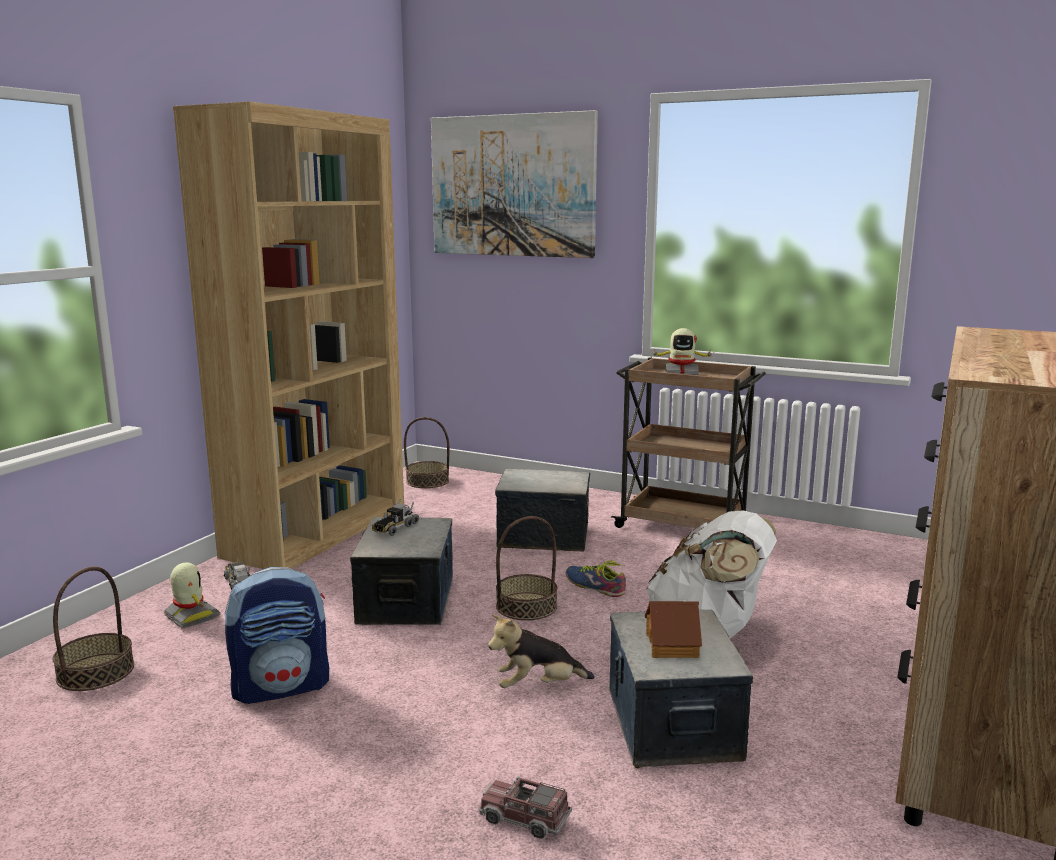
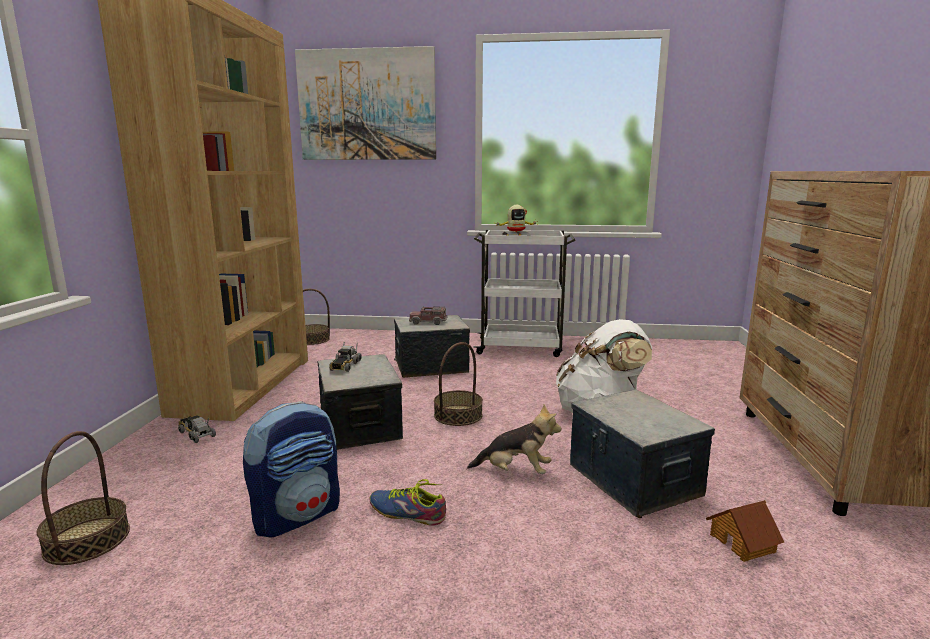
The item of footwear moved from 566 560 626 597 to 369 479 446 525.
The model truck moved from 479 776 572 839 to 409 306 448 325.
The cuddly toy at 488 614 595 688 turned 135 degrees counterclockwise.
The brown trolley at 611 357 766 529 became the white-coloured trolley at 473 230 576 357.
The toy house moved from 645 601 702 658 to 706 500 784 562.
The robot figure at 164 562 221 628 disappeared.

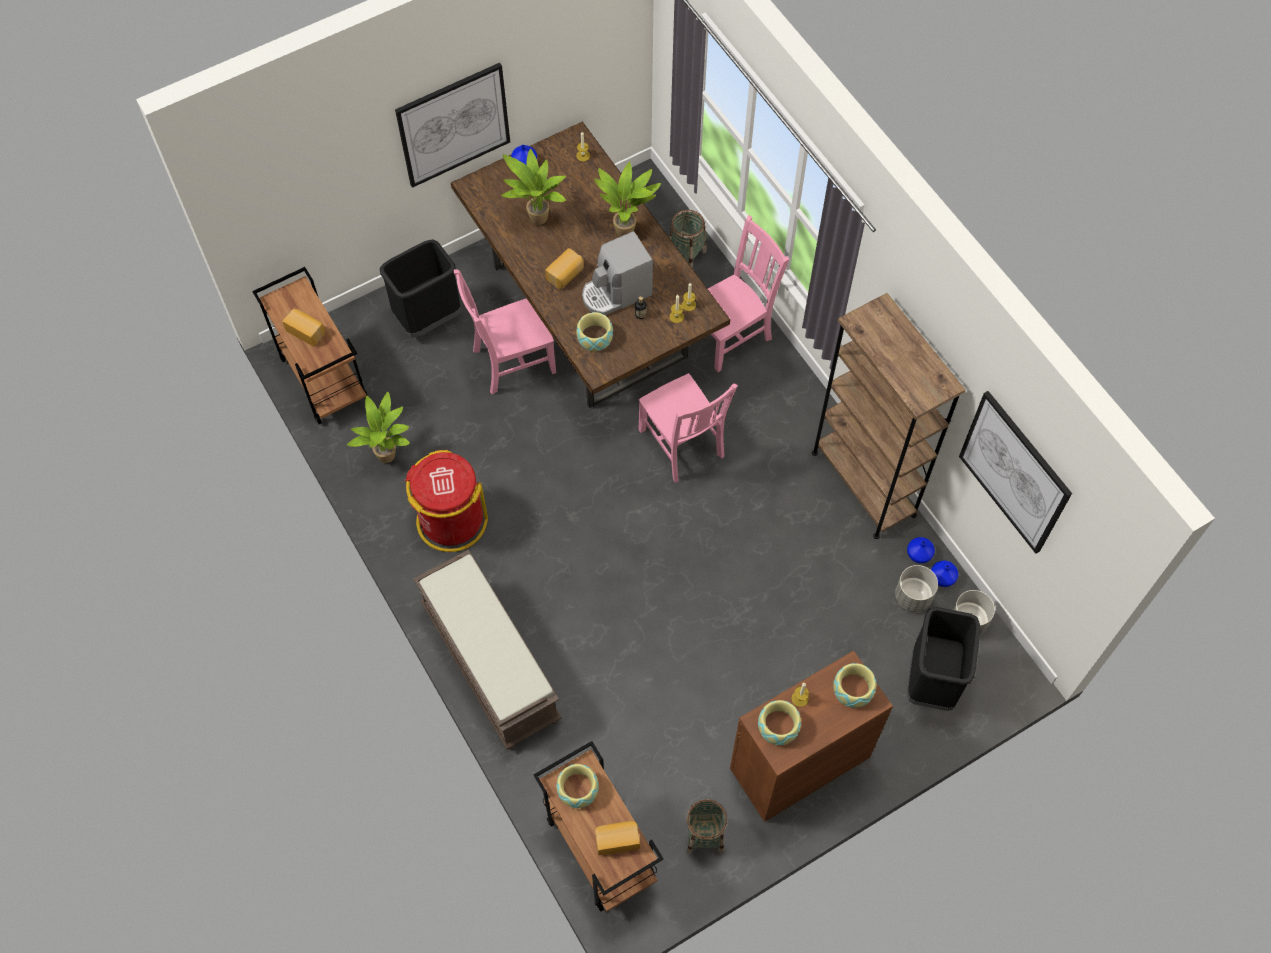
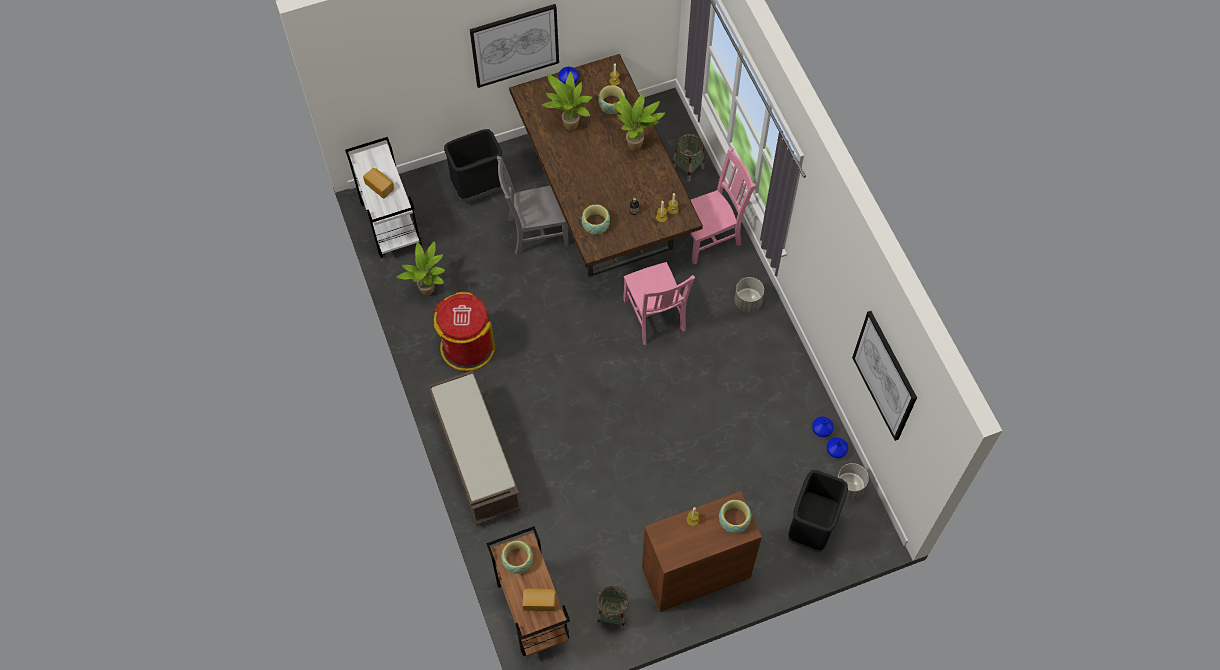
The brown trolley at 252 267 368 424 became the white-coloured trolley at 345 137 422 258.
The pinkish upright chair at 454 269 556 395 became the grey upright chair at 497 156 569 255.
The deep dish moved from 758 700 801 745 to 598 85 625 114.
The grey flower pot moved from 895 565 938 612 to 734 277 764 312.
The bread at 545 248 584 289 disappeared.
The coffee maker at 582 231 653 315 disappeared.
The brown shelving unit at 812 293 966 539 disappeared.

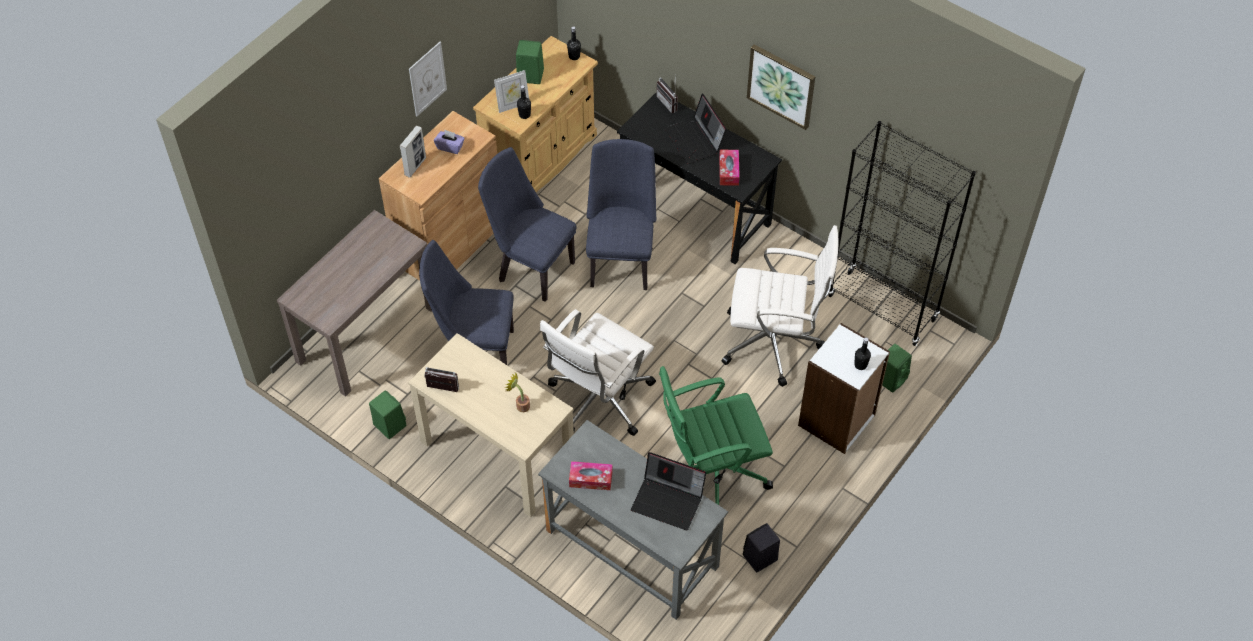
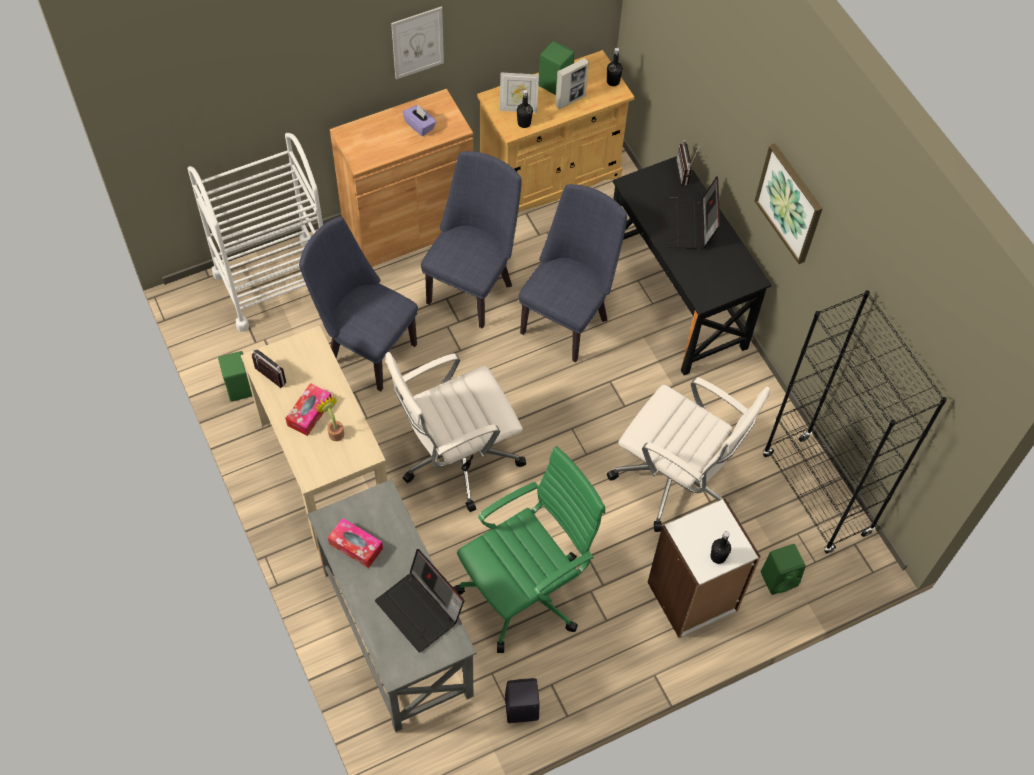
The brown narrow table at 277 210 432 397 was replaced by the white-coloured trolley at 188 133 323 332.
The tissue box moved from 719 150 740 186 to 285 383 332 436.
The blue-coloured upright chair at 478 147 577 302 turned 60 degrees clockwise.
The greenish office chair at 659 366 773 505 turned 135 degrees clockwise.
The picture frame moved from 400 125 426 178 to 555 58 589 109.

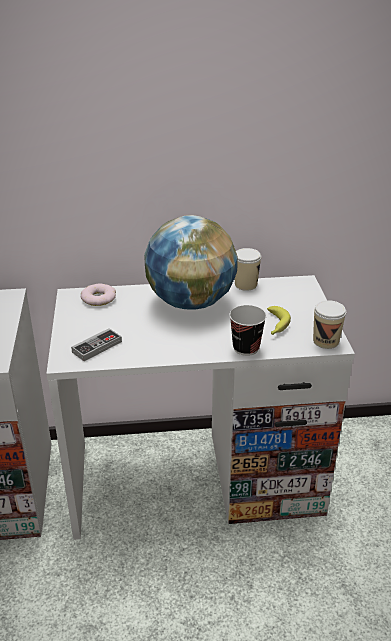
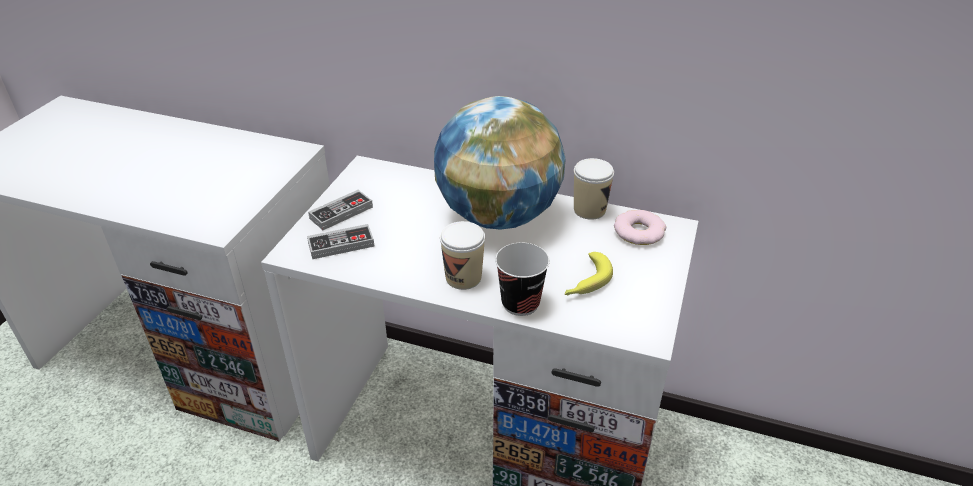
The joypad at 308 190 373 230 appeared.
The cup moved from 313 300 346 349 to 440 221 485 290.
The doughnut moved from 81 284 116 306 to 614 210 666 245.

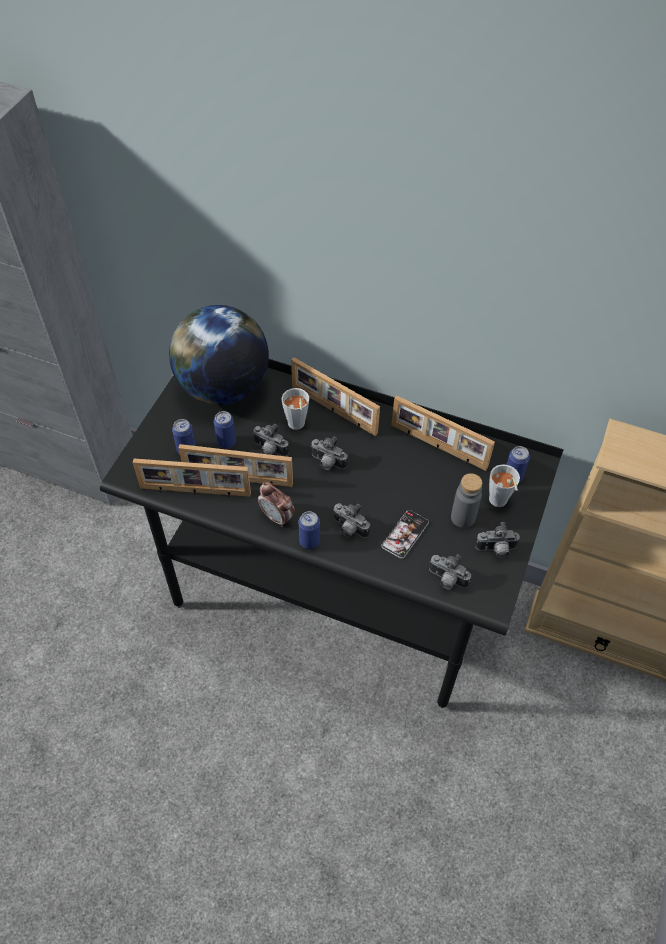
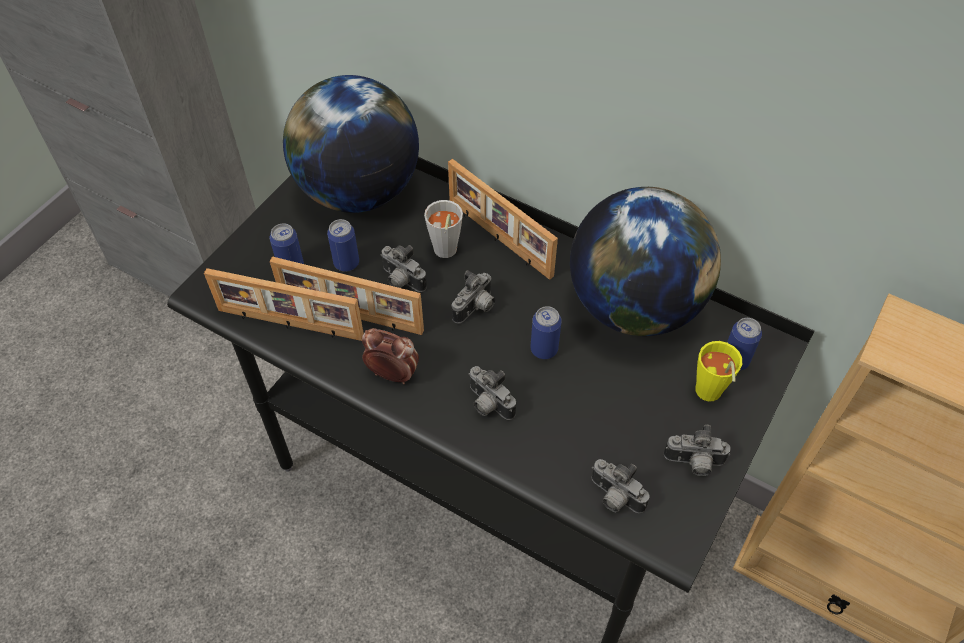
The bedside clock at 258 482 295 527 turned 150 degrees clockwise.
The photo camera at 310 437 348 470 turned 90 degrees counterclockwise.
The can moved from 299 511 320 549 to 530 306 562 359.
The picture frame at 391 395 495 471 was replaced by the desk globe at 570 187 721 336.
The grey cup at 489 464 520 507 became the yellowish cup at 695 341 742 401.
The handset at 381 510 429 559 disappeared.
The grey drink bottle at 451 473 482 528 disappeared.

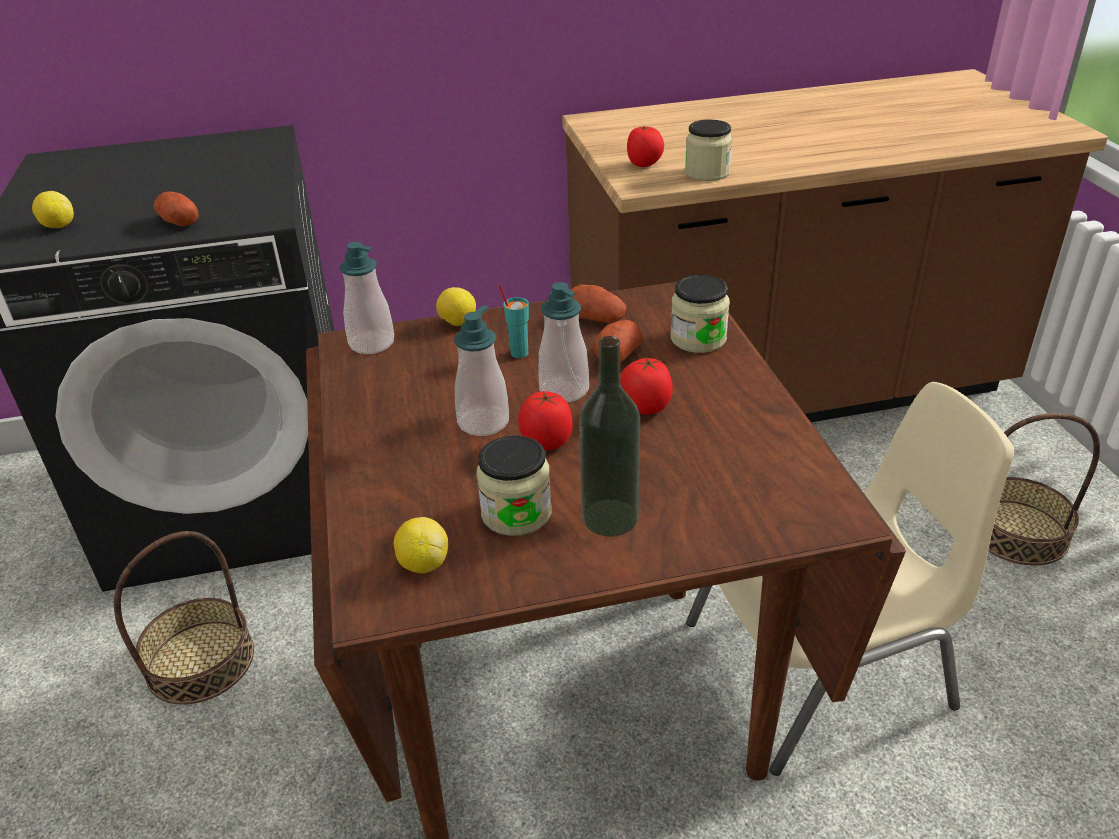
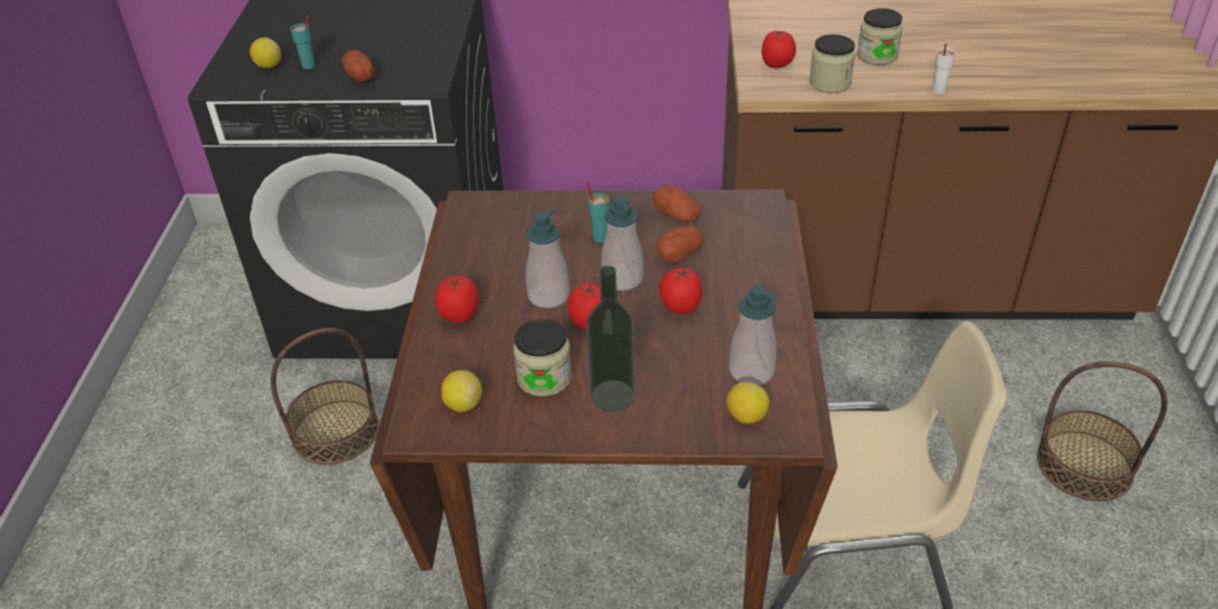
The turquoise-coloured cup at 290 14 315 69 appeared.
The tomato at 435 276 479 323 appeared.
The lemon moved from 436 287 476 326 to 726 382 769 424.
The soap dispenser moved from 340 242 394 354 to 729 285 777 385.
The storage jar moved from 670 275 730 353 to 857 8 903 65.
The white-coloured cup at 932 44 956 94 appeared.

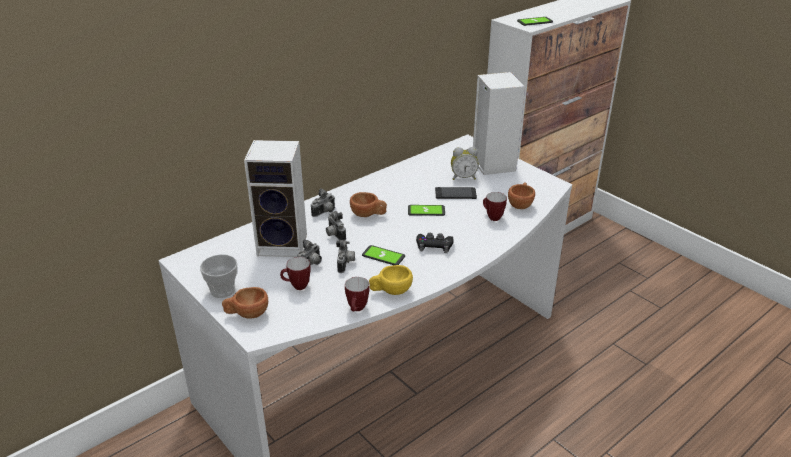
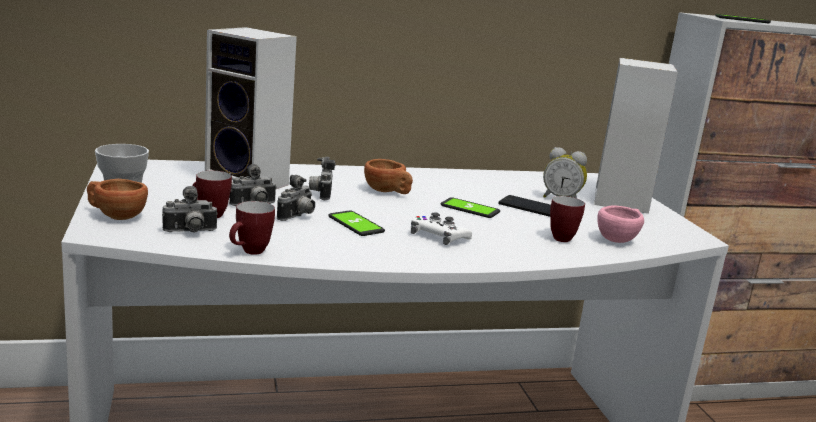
The photo camera moved from 311 188 335 217 to 162 186 218 233.
The black joypad at 416 233 454 253 became the white-coloured joypad at 411 212 472 245.
The brown cup at 508 182 535 209 became the pinkish cup at 597 205 644 243.
The yellowish cup at 369 265 413 295 disappeared.

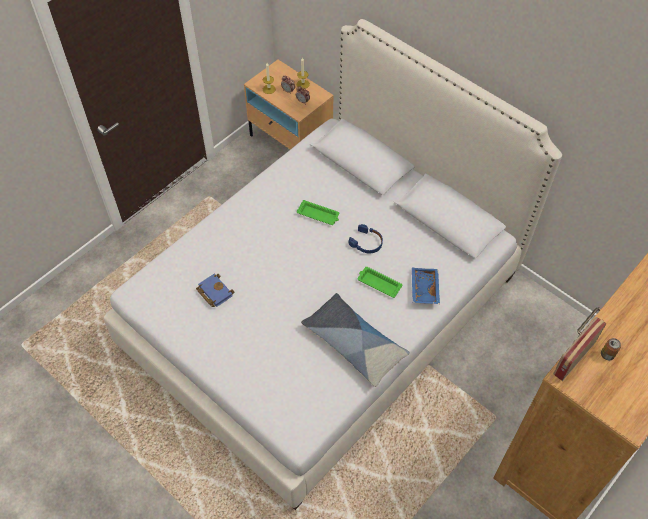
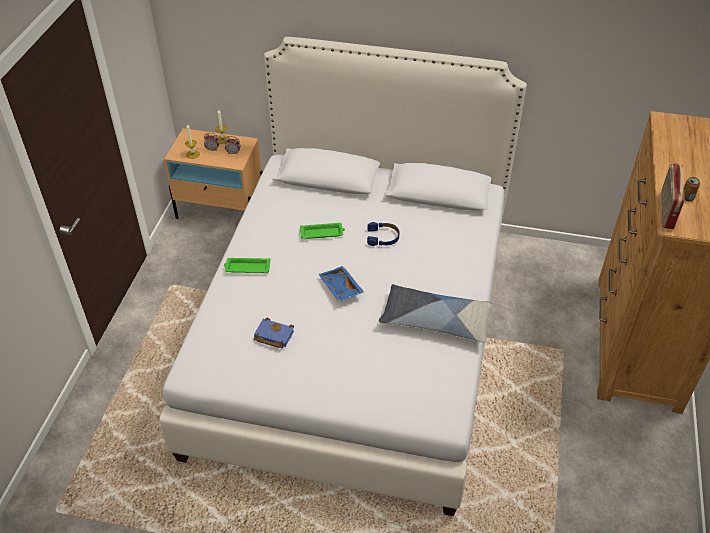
The greenish serving tray moved from 357 267 403 298 to 224 258 271 273.
The blue-coloured serving tray moved from 412 268 440 304 to 318 266 364 301.

